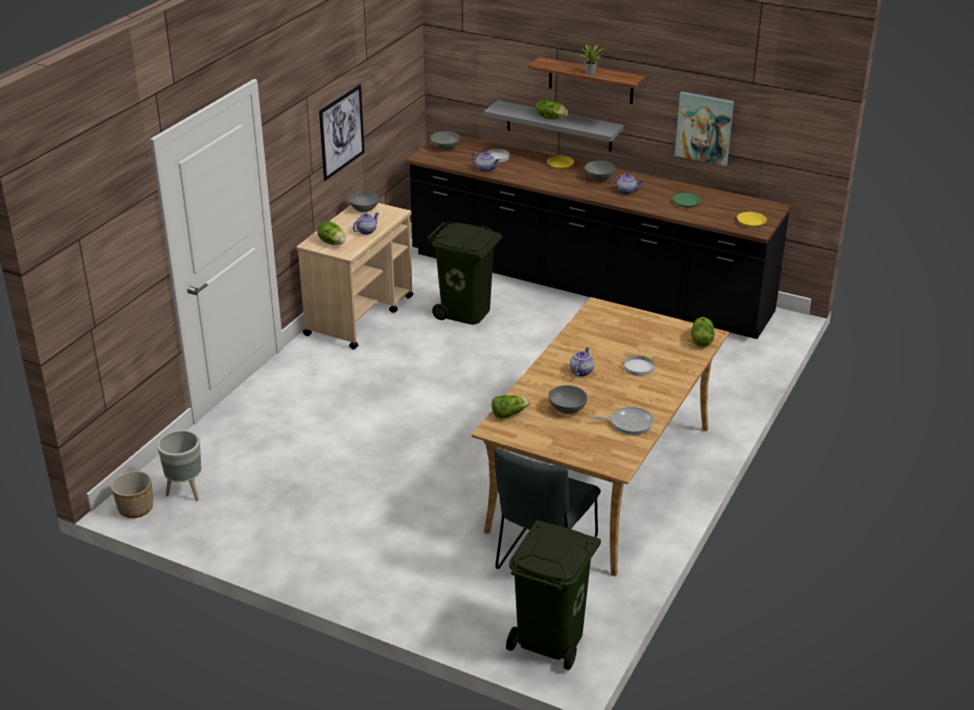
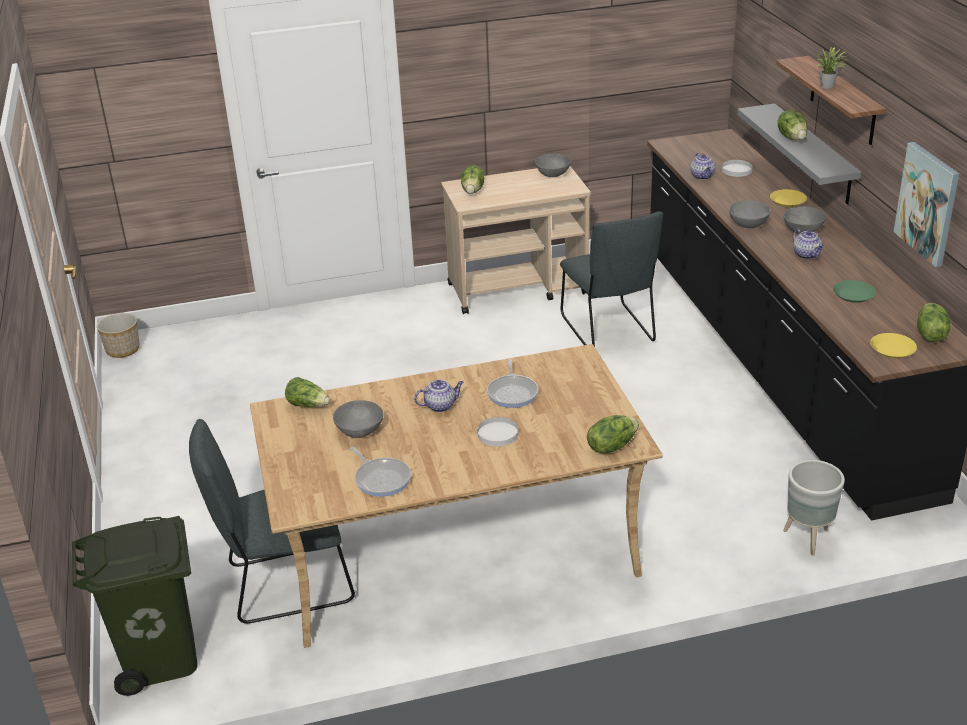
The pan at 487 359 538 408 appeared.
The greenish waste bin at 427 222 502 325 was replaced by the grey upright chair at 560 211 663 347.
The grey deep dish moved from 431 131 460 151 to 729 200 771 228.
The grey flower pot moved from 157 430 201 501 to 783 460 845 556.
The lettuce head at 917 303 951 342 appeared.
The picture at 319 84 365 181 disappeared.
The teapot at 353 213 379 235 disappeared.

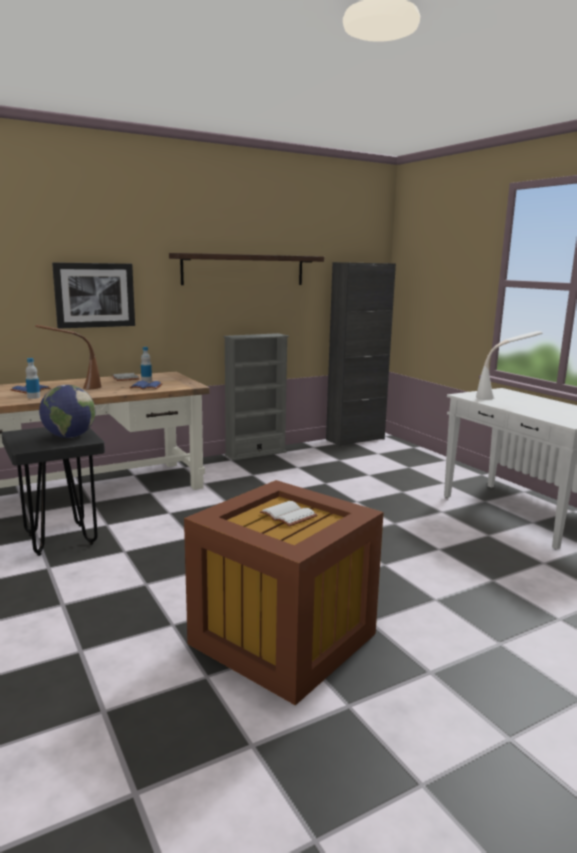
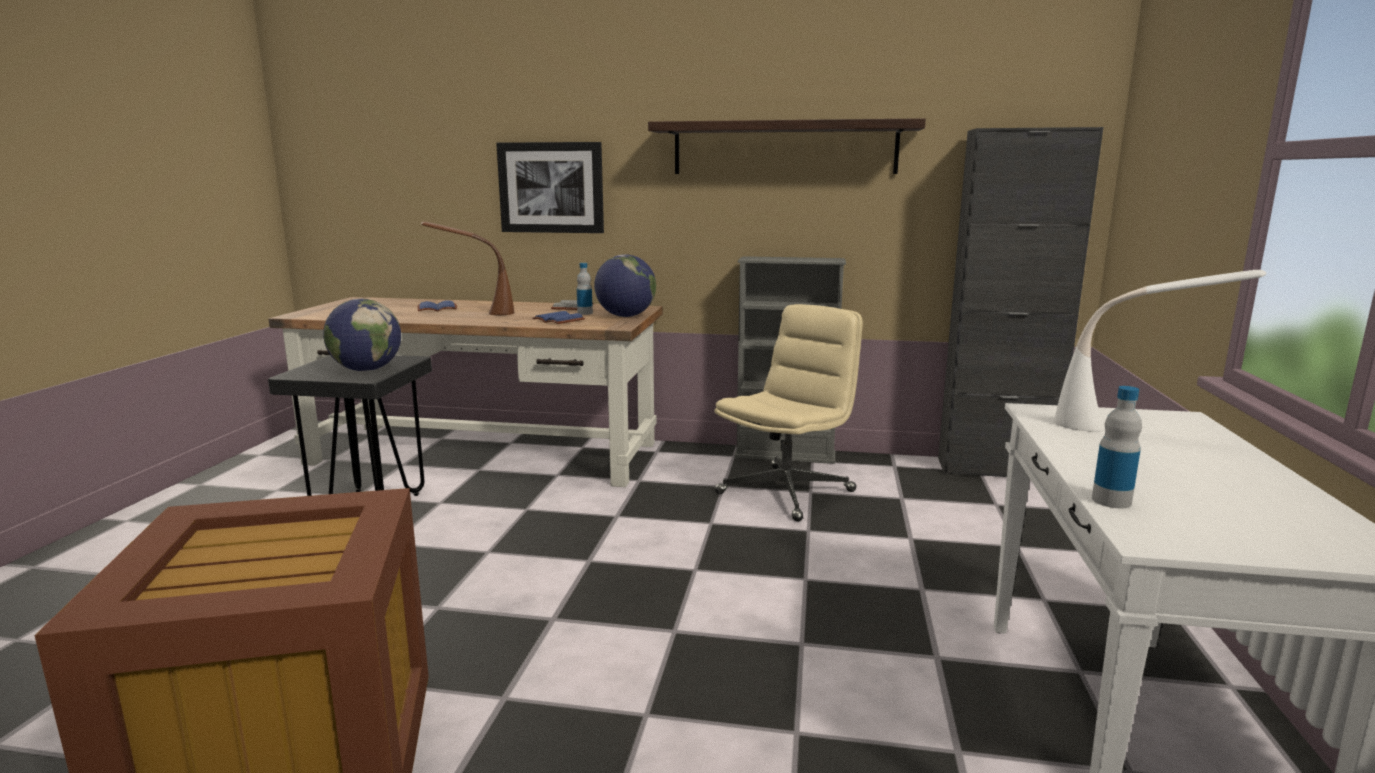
The desk globe at 594 254 656 317 appeared.
The sand-coloured office chair at 714 304 863 522 appeared.
The drink bottle moved from 26 358 40 399 to 1092 386 1142 508.
The white-coloured volume at 260 501 318 527 disappeared.

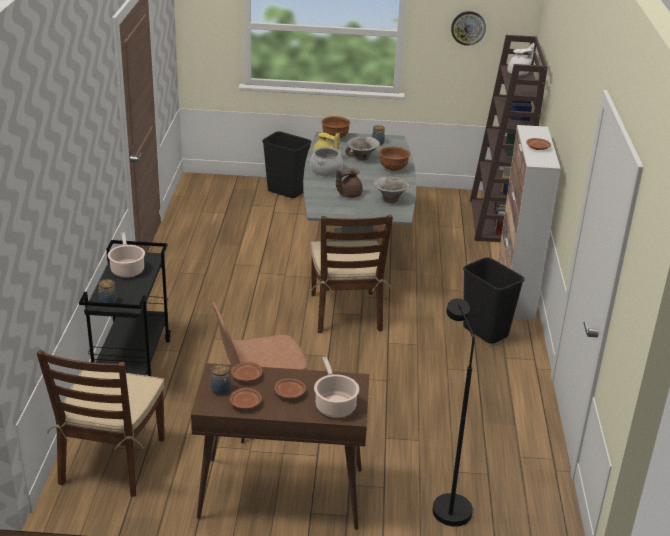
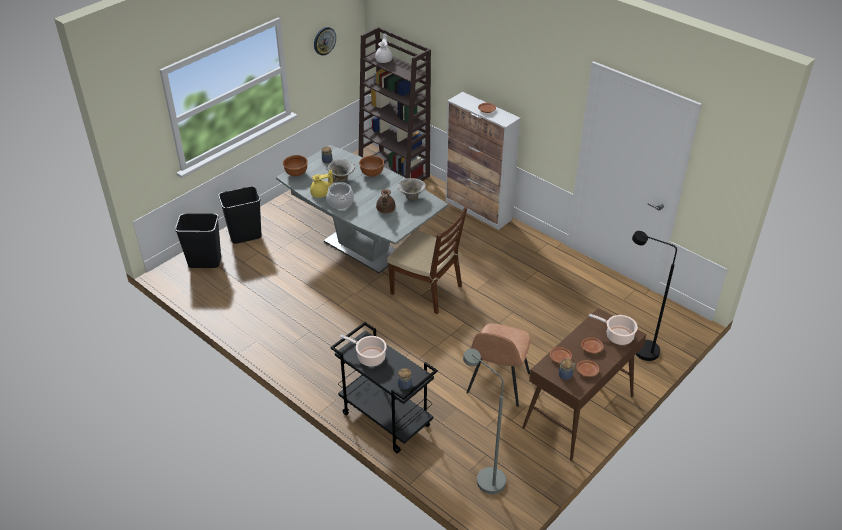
The black waste bin moved from 463 257 525 344 to 175 214 221 268.
The brown upright chair at 37 350 165 497 was replaced by the grey floor lamp at 463 348 506 494.

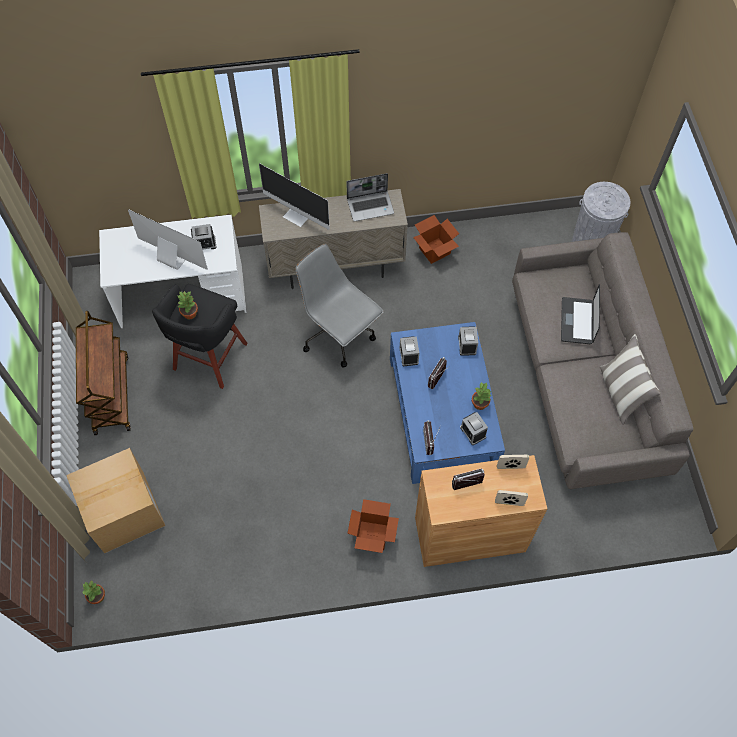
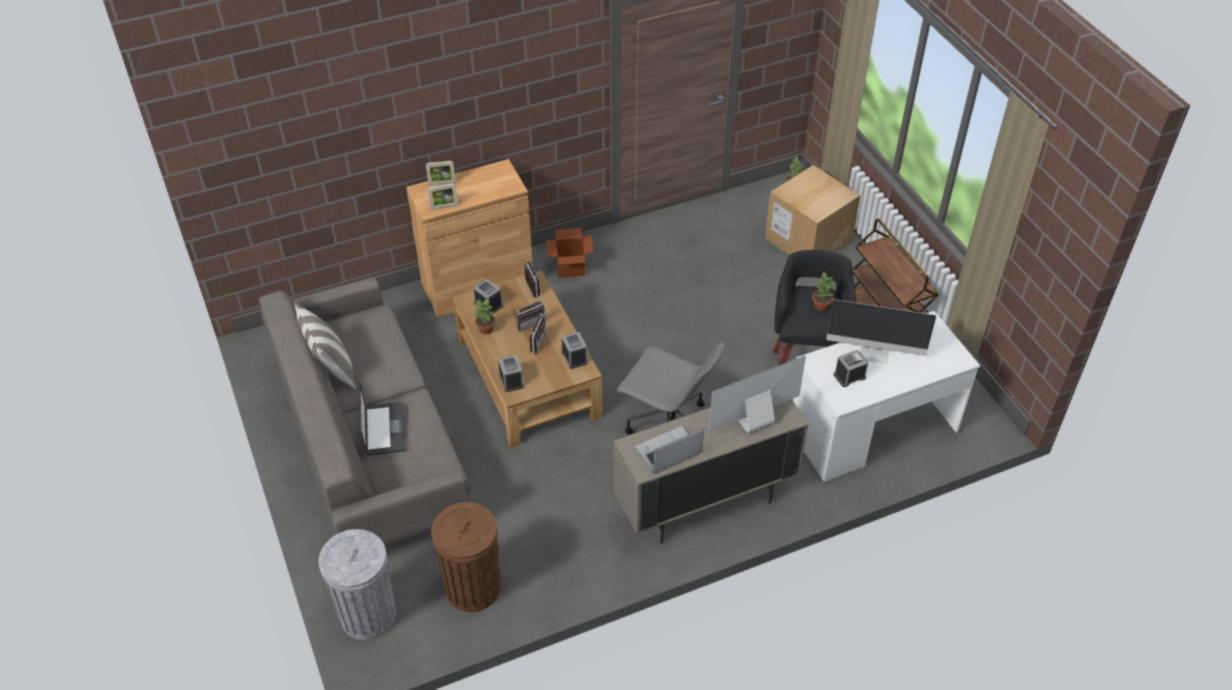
The brown waste bin at 431 502 501 612 appeared.
The blue-coloured lounge table at 390 322 505 484 became the brown lounge table at 453 270 603 448.
The radio receiver moved from 452 468 485 490 to 516 295 545 331.
The monitor at 259 163 330 230 turned 45 degrees counterclockwise.
The packing box at 413 215 459 264 disappeared.

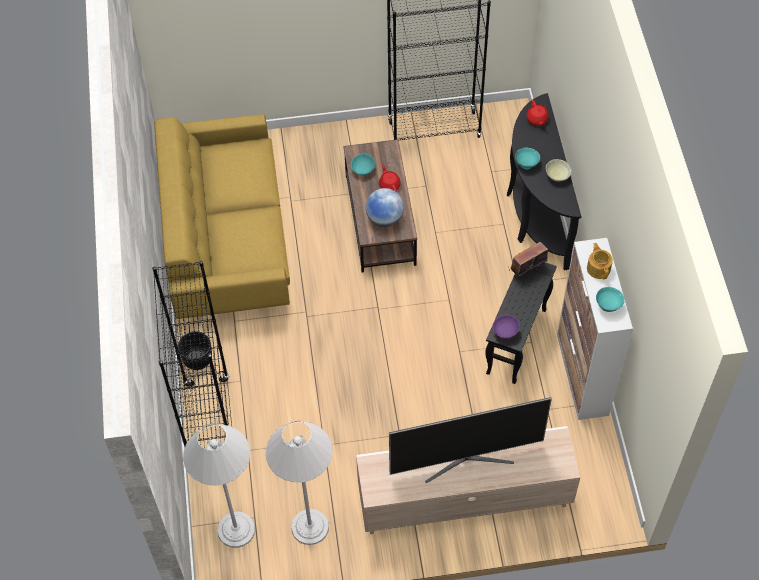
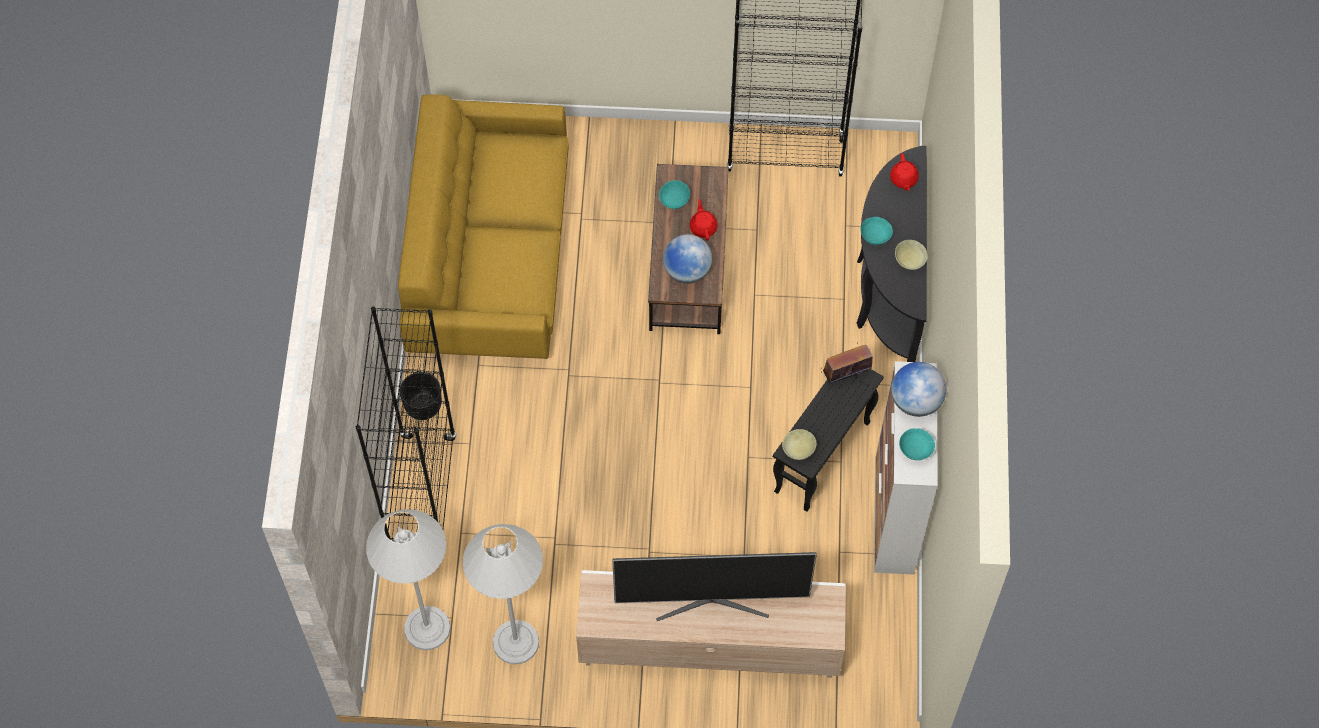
The purple deep dish at 492 315 520 339 became the sand-coloured deep dish at 782 429 817 460.
The teapot at 587 243 613 279 was replaced by the desk globe at 891 362 946 417.

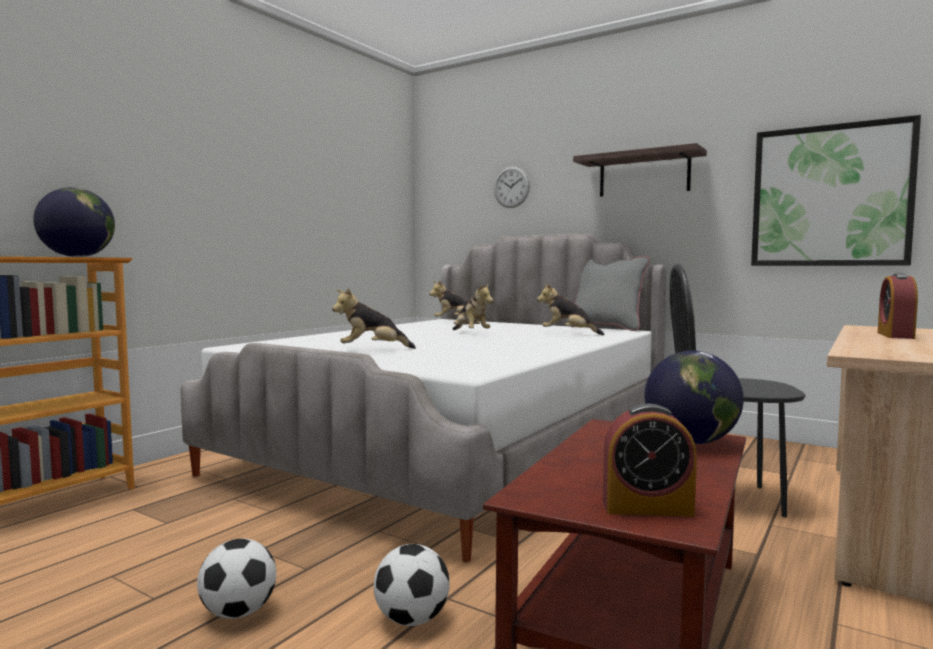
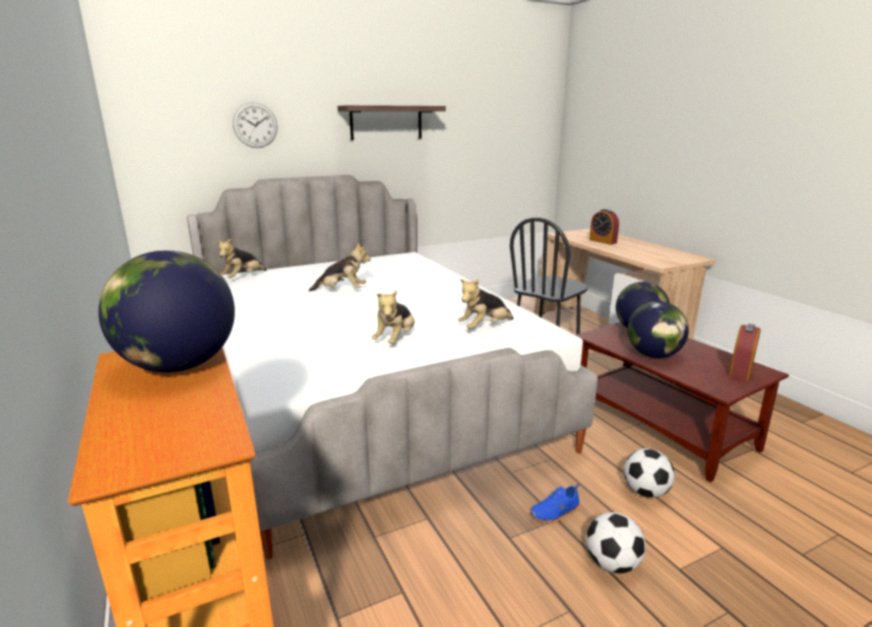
The cuddly toy moved from 537 284 604 335 to 458 279 514 329.
The blue-coloured item of footwear at 530 483 580 523 appeared.
The desk globe at 627 301 689 358 appeared.
The grey cushion at 570 256 650 331 disappeared.
The picture at 751 115 921 266 disappeared.

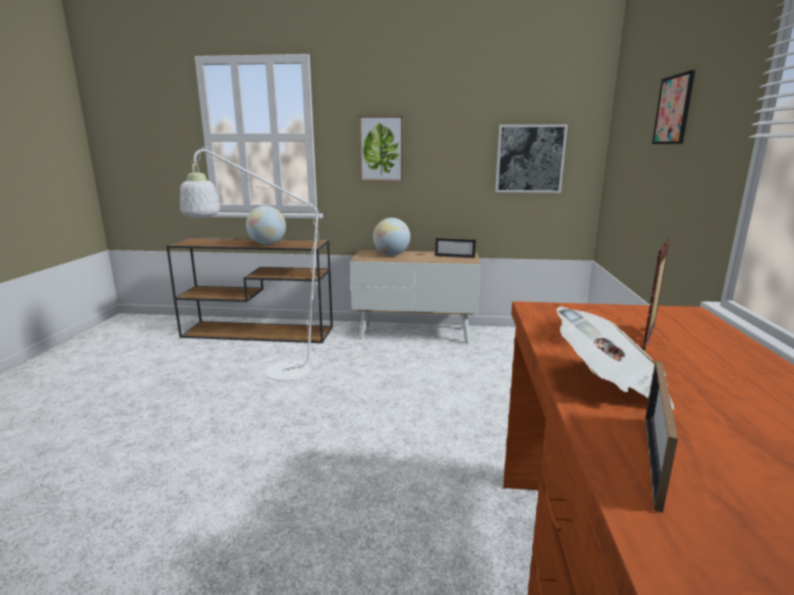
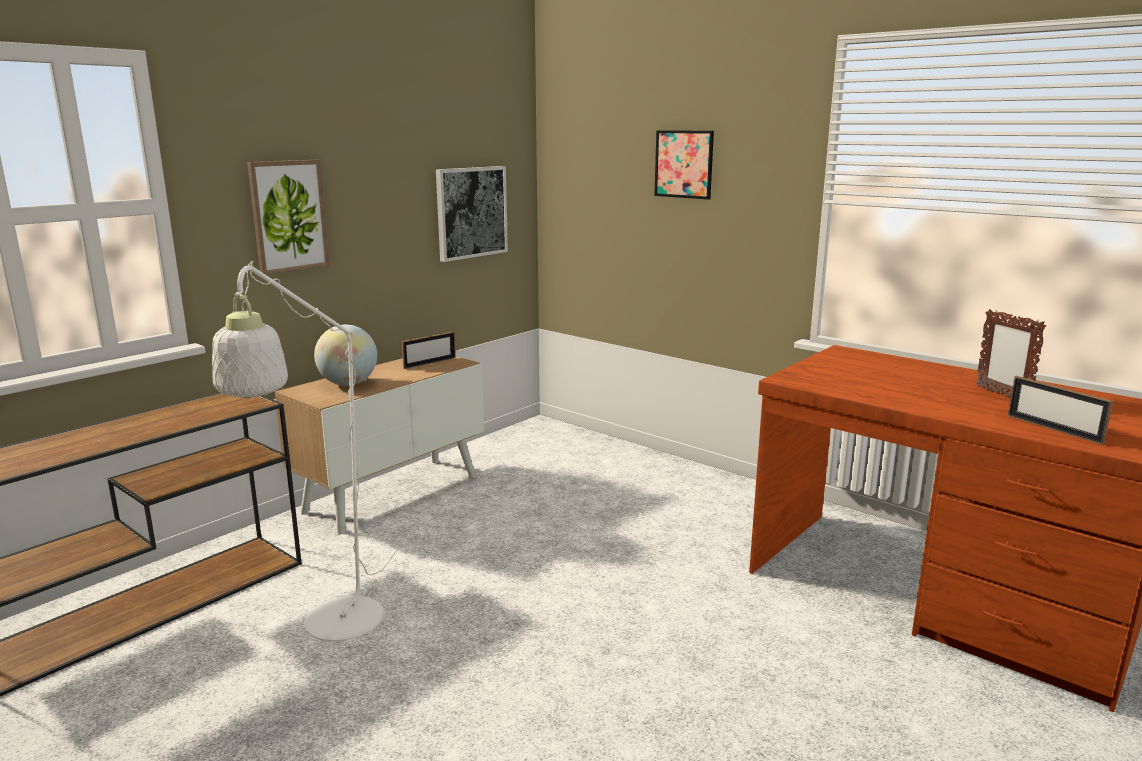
The picture frame moved from 643 239 670 350 to 976 309 1046 398.
The desk globe at 246 206 286 245 disappeared.
The printed paper at 556 306 675 409 disappeared.

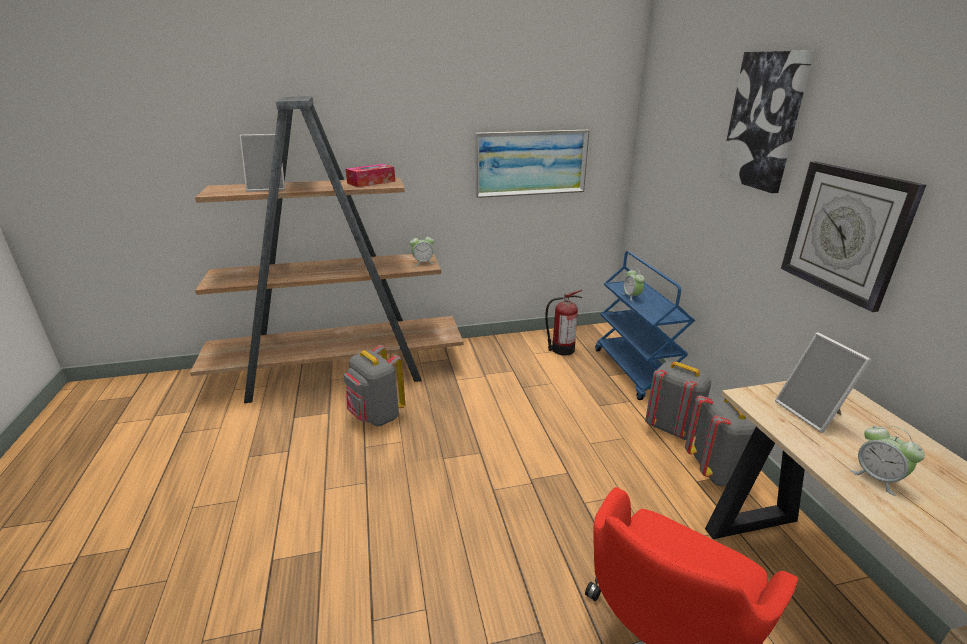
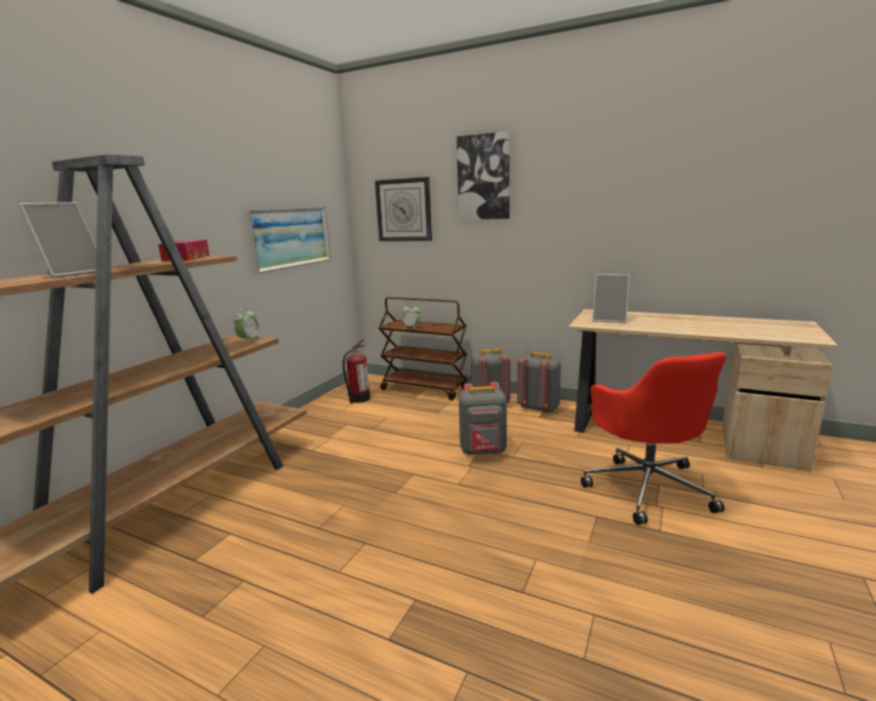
The wall clock moved from 781 162 926 312 to 375 177 432 241.
The blue-coloured trolley at 595 251 695 400 became the brown trolley at 378 297 469 400.
The grey knapsack moved from 344 345 405 426 to 459 382 507 455.
The bedside clock at 850 426 925 496 disappeared.

